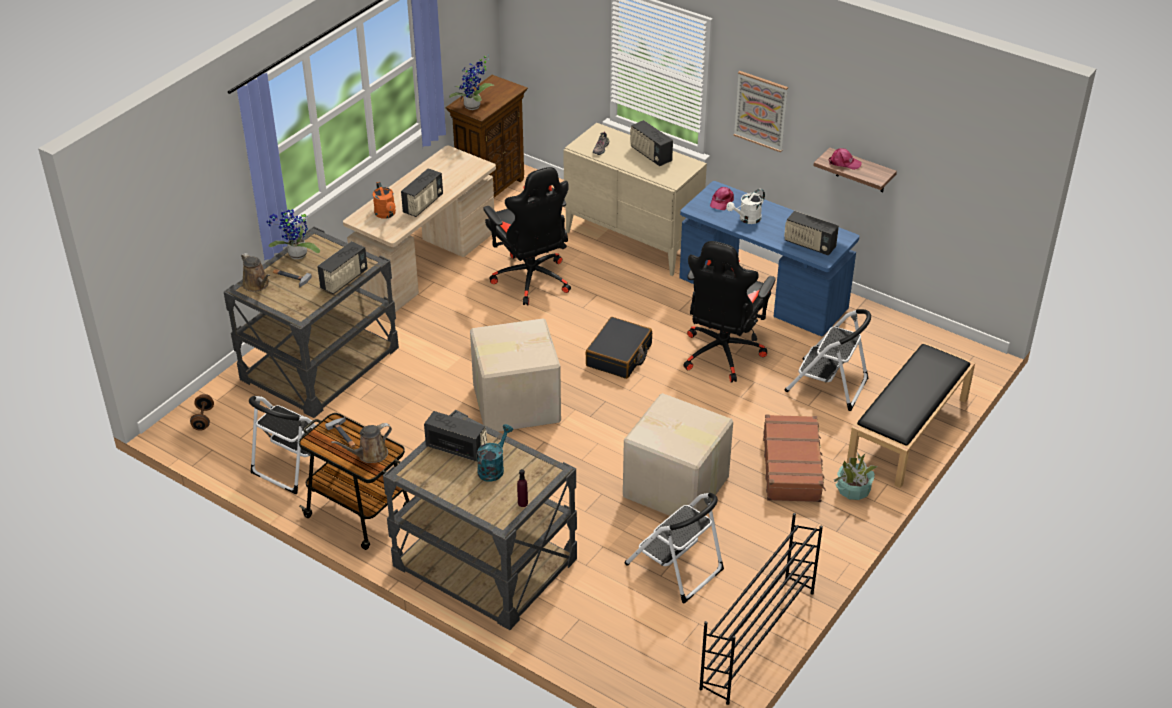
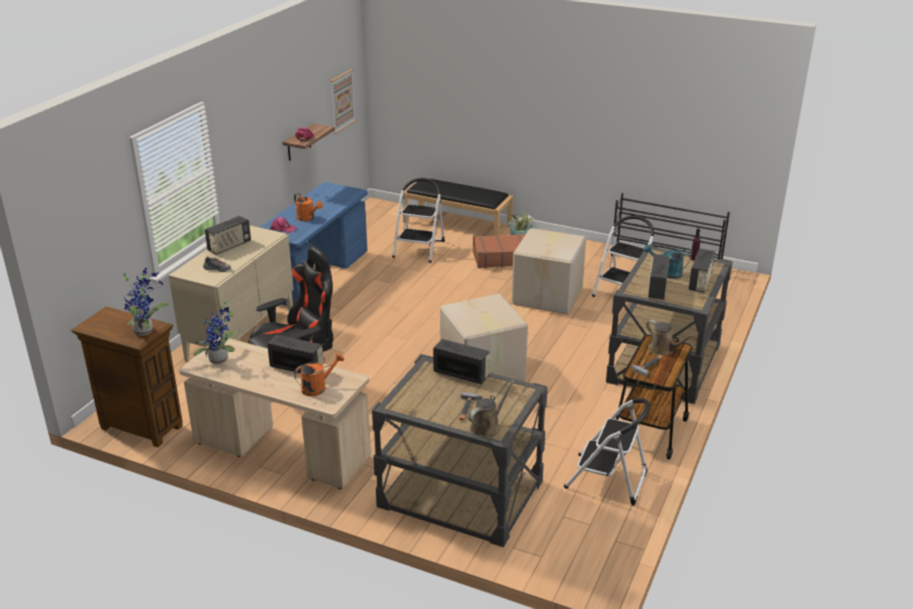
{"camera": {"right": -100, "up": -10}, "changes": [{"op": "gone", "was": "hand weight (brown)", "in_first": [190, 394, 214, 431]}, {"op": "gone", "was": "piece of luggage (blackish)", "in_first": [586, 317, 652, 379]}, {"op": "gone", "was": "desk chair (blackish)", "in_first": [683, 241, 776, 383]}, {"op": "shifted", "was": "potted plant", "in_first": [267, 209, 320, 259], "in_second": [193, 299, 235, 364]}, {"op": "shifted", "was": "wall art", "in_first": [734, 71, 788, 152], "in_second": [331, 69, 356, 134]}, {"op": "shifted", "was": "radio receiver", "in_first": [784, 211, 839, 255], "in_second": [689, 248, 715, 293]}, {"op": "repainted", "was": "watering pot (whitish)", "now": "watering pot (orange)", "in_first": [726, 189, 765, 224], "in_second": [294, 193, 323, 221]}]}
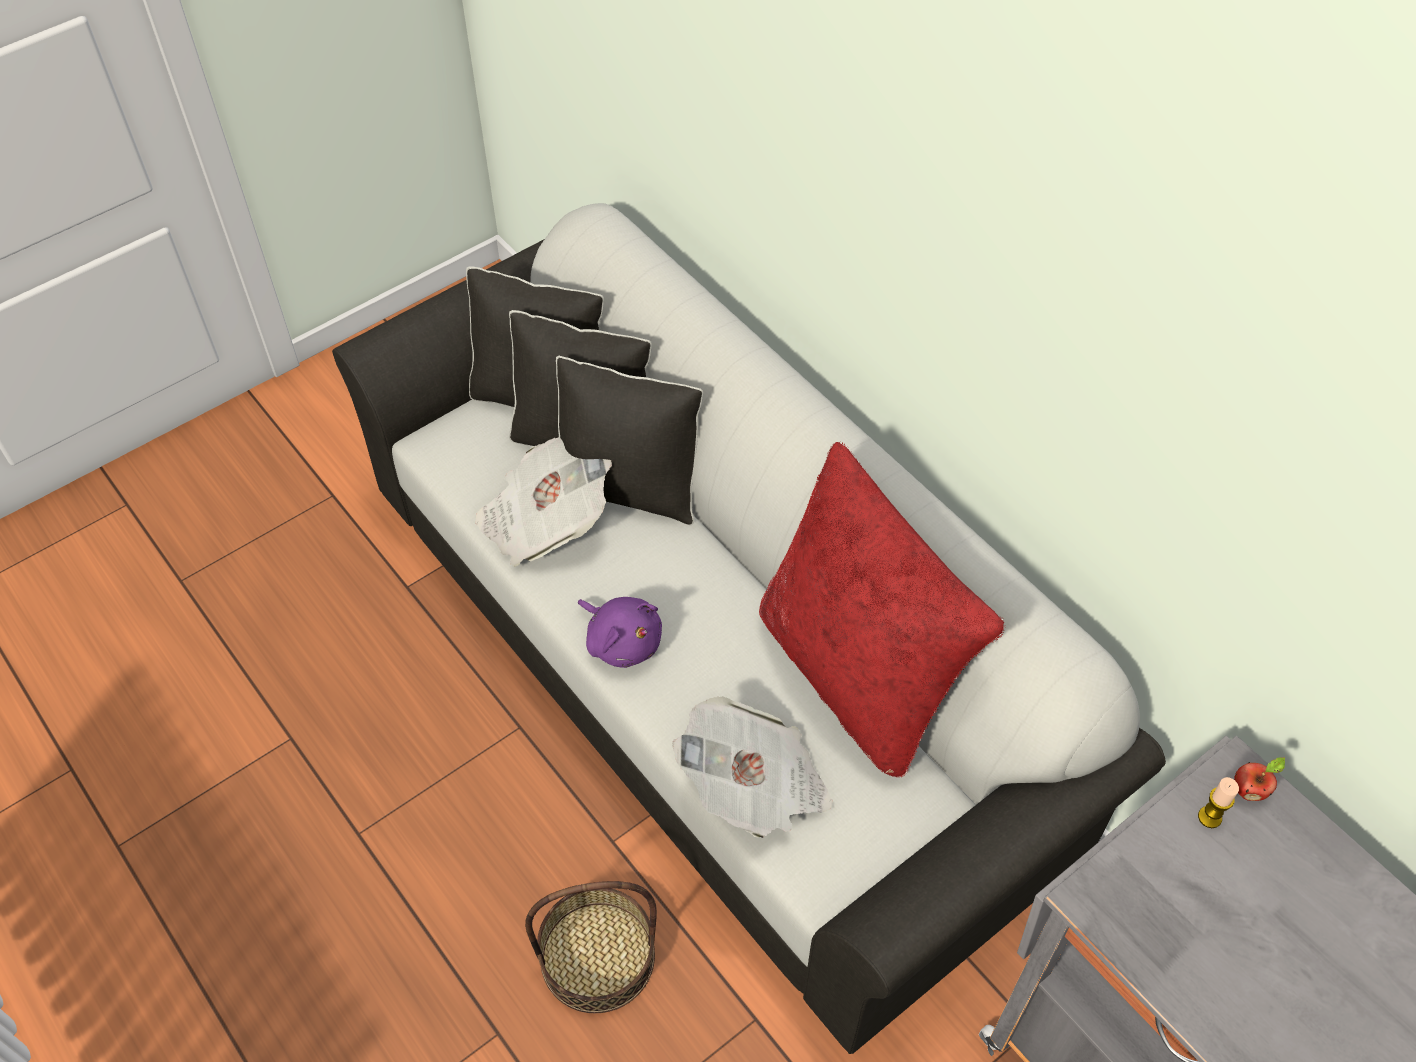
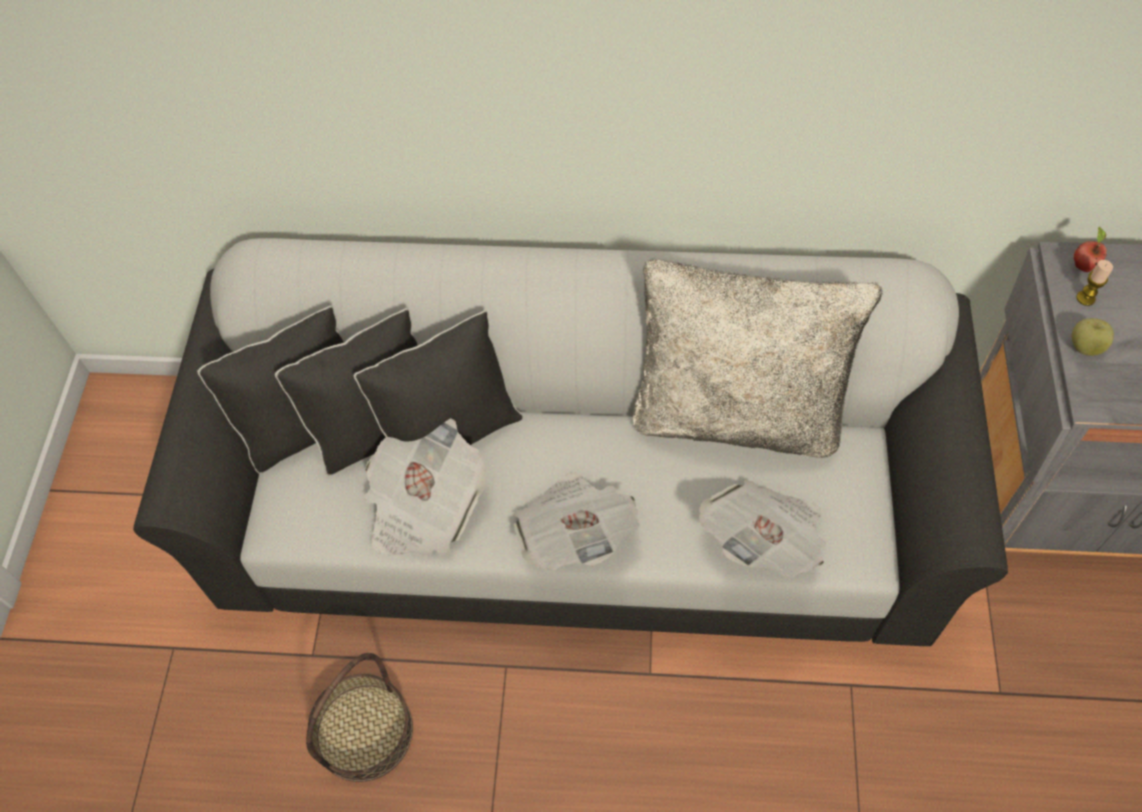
{"camera": {"right": -45, "up": 5}, "changes": [{"op": "new", "now": "apple fruit", "in_second": [1072, 318, 1114, 356]}, {"op": "shifted", "was": "household basket", "in_first": [525, 881, 657, 1013], "in_second": [306, 653, 413, 782]}, {"op": "swapped", "was": "plush toy (purple)", "now": "printed paper", "in_first": [578, 597, 662, 668], "in_second": [513, 473, 640, 570]}, {"op": "repainted", "was": "pillow (reddish)", "now": "pillow (sand-coloured)", "in_first": [759, 442, 1005, 778], "in_second": [633, 259, 883, 458]}]}
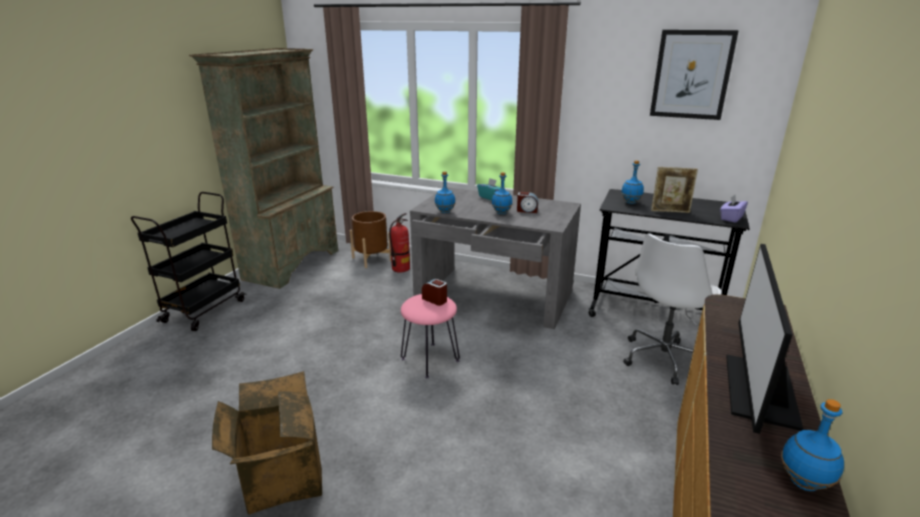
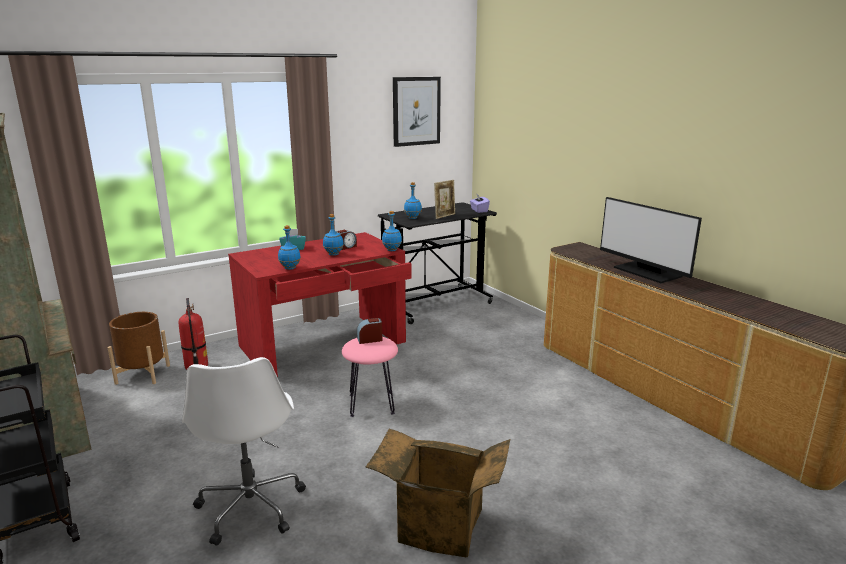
{"camera": {"right": -55, "up": -5}, "changes": [{"op": "shifted", "was": "desk chair (whitish)", "in_first": [623, 233, 722, 385], "in_second": [182, 357, 306, 545]}, {"op": "shifted", "was": "bottle (blue-coloured)", "in_first": [781, 399, 844, 491], "in_second": [382, 211, 402, 251]}, {"op": "repainted", "was": "desk (greyish)", "now": "desk (reddish)", "in_first": [410, 187, 581, 329], "in_second": [228, 232, 412, 377]}]}
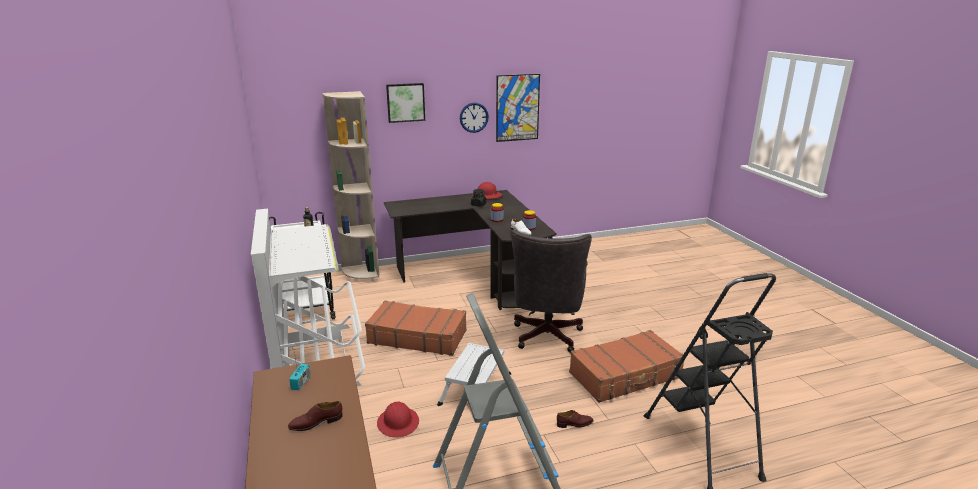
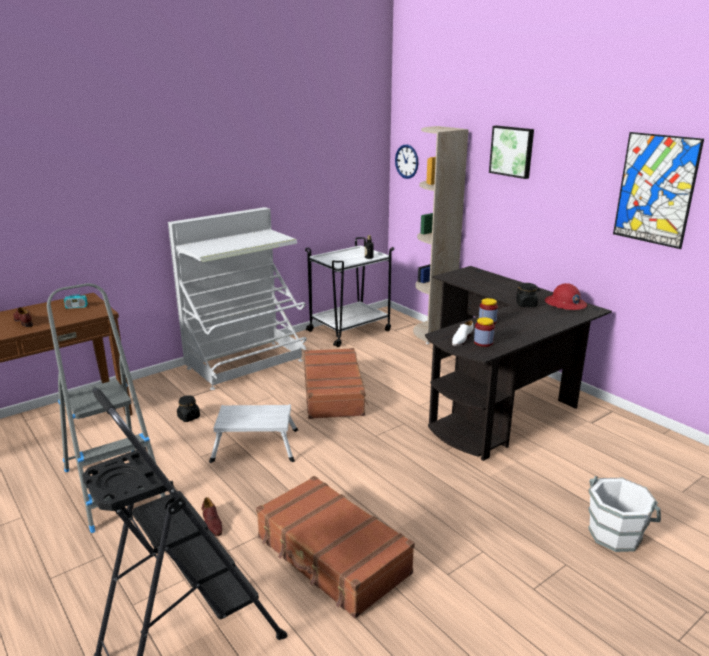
{"camera": {"right": 70, "up": 0}, "changes": [{"op": "gone", "was": "desk chair (greyish)", "in_first": [511, 230, 592, 353]}, {"op": "new", "now": "pail (whitish)", "in_second": [588, 476, 661, 552]}, {"op": "shifted", "was": "clock on the wall", "in_first": [460, 103, 489, 133], "in_second": [395, 144, 419, 179]}, {"op": "swapped", "was": "work helmet (reddish)", "now": "jar (blackish)", "in_first": [377, 402, 419, 437], "in_second": [177, 395, 200, 422]}]}
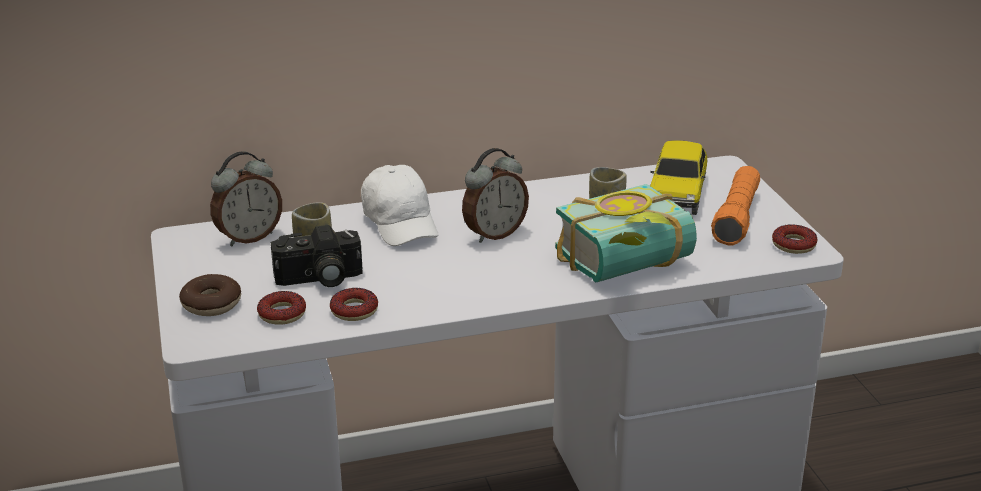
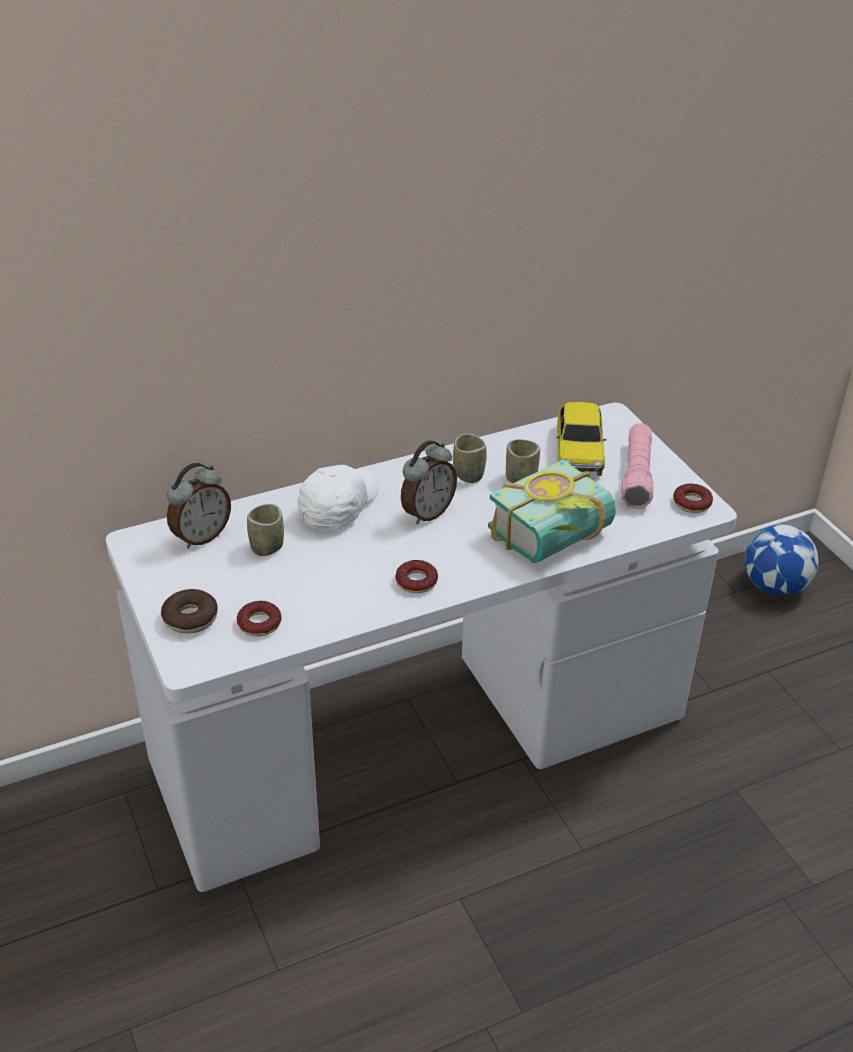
{"camera": {"right": -10, "up": 10}, "changes": [{"op": "gone", "was": "still camera", "in_first": [271, 225, 363, 287]}, {"op": "new", "now": "small cup", "in_second": [453, 434, 487, 483]}, {"op": "new", "now": "football", "in_second": [745, 524, 818, 596]}, {"op": "shifted", "was": "doughnut", "in_first": [330, 288, 378, 321], "in_second": [395, 560, 438, 593]}, {"op": "repainted", "was": "flashlight (orange)", "now": "flashlight (pink)", "in_first": [711, 166, 760, 246], "in_second": [621, 423, 654, 509]}, {"op": "rotated", "was": "baseball cap (whitish)", "in_first": [361, 165, 439, 246], "in_second": [298, 465, 379, 530], "clockwise": -120}]}
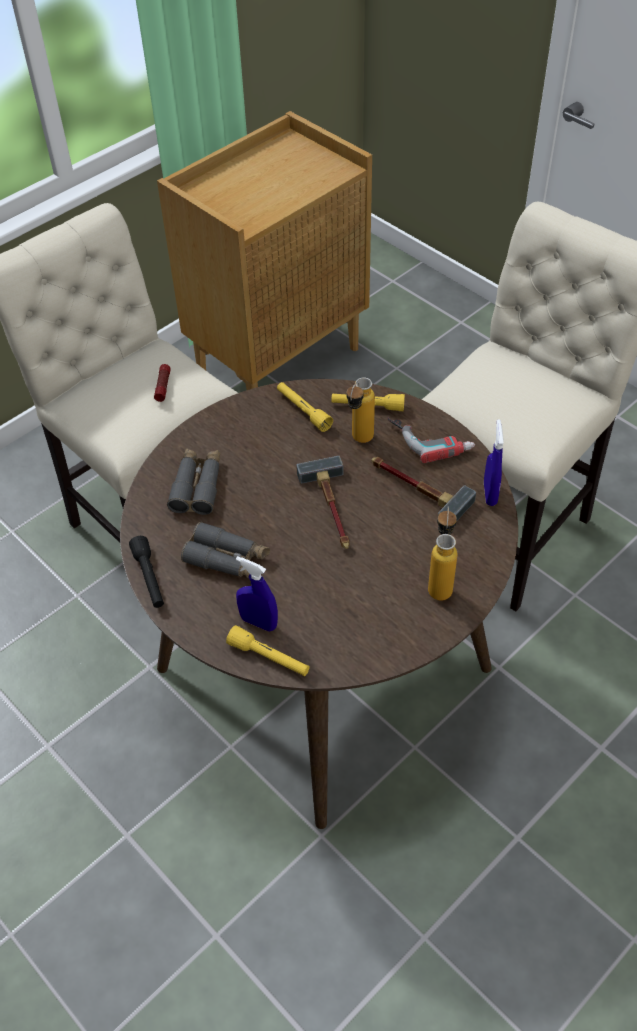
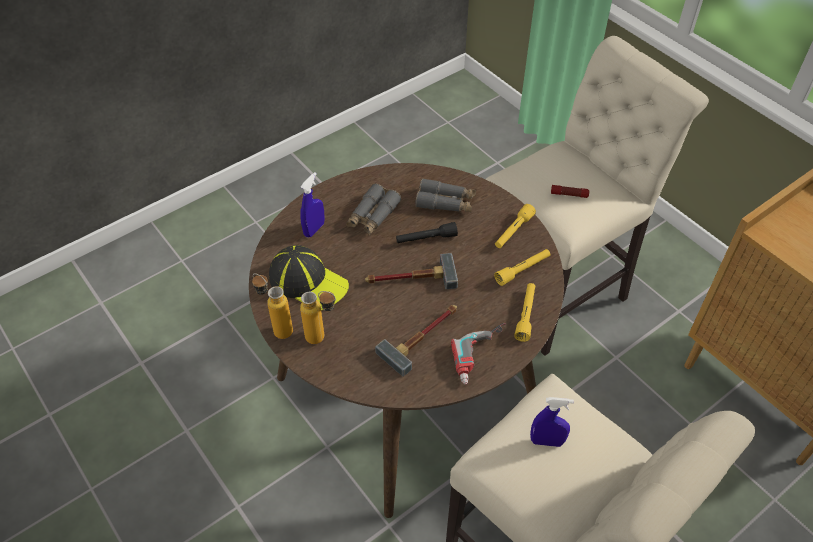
{"camera": {"right": 95, "up": 0}, "changes": [{"op": "new", "now": "baseball cap", "in_second": [269, 245, 349, 311]}, {"op": "shifted", "was": "flashlight (blackish)", "in_first": [129, 536, 164, 608], "in_second": [396, 222, 458, 243]}, {"op": "shifted", "was": "flashlight (yellow-coloured)", "in_first": [226, 625, 310, 676], "in_second": [495, 204, 536, 248]}, {"op": "shifted", "was": "bottle", "in_first": [346, 378, 375, 443], "in_second": [252, 273, 293, 339]}, {"op": "shifted", "was": "hand sprayer (blue-coloured)", "in_first": [484, 419, 504, 506], "in_second": [530, 397, 574, 447]}]}
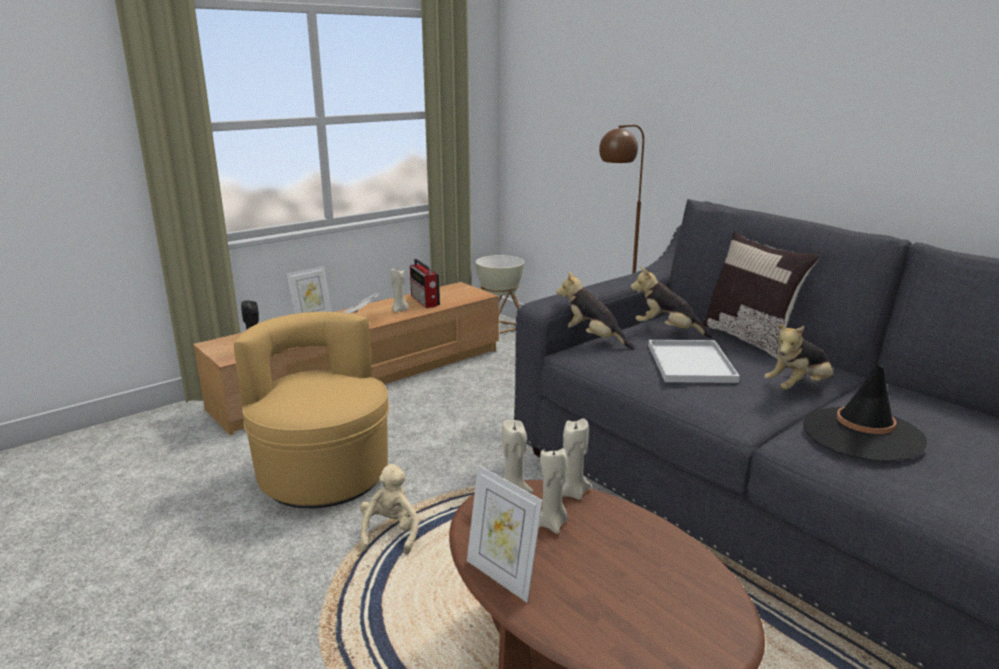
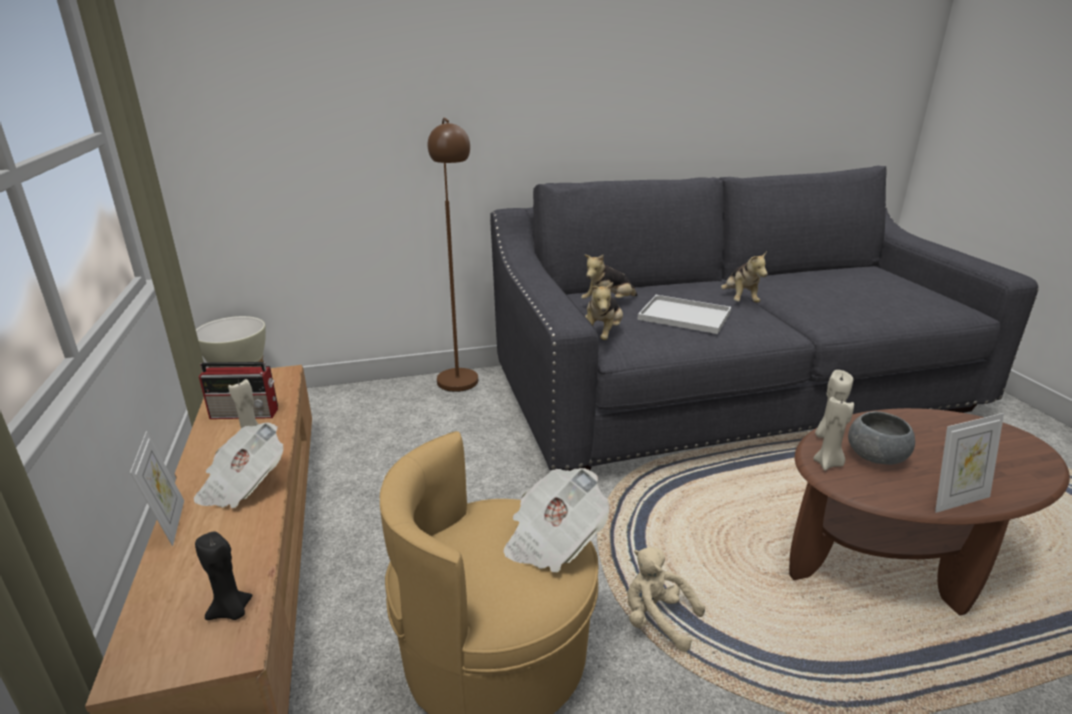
{"camera": {"right": -65, "up": 5}, "changes": [{"op": "gone", "was": "pillow", "in_first": [703, 232, 820, 359]}, {"op": "gone", "was": "wearable hat (blackish)", "in_first": [803, 365, 927, 461]}, {"op": "new", "now": "printed paper", "in_second": [503, 468, 609, 572]}, {"op": "swapped", "was": "wax candle (sand-coloured)", "now": "serving bowl (greyish)", "in_first": [539, 448, 568, 534], "in_second": [848, 411, 915, 465]}, {"op": "rotated", "was": "plush toy", "in_first": [556, 271, 635, 349], "in_second": [585, 282, 623, 340], "clockwise": -45}]}
